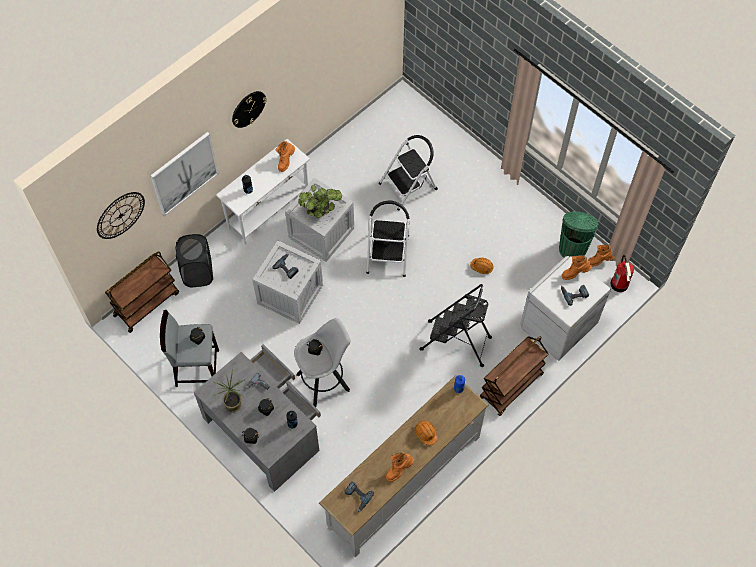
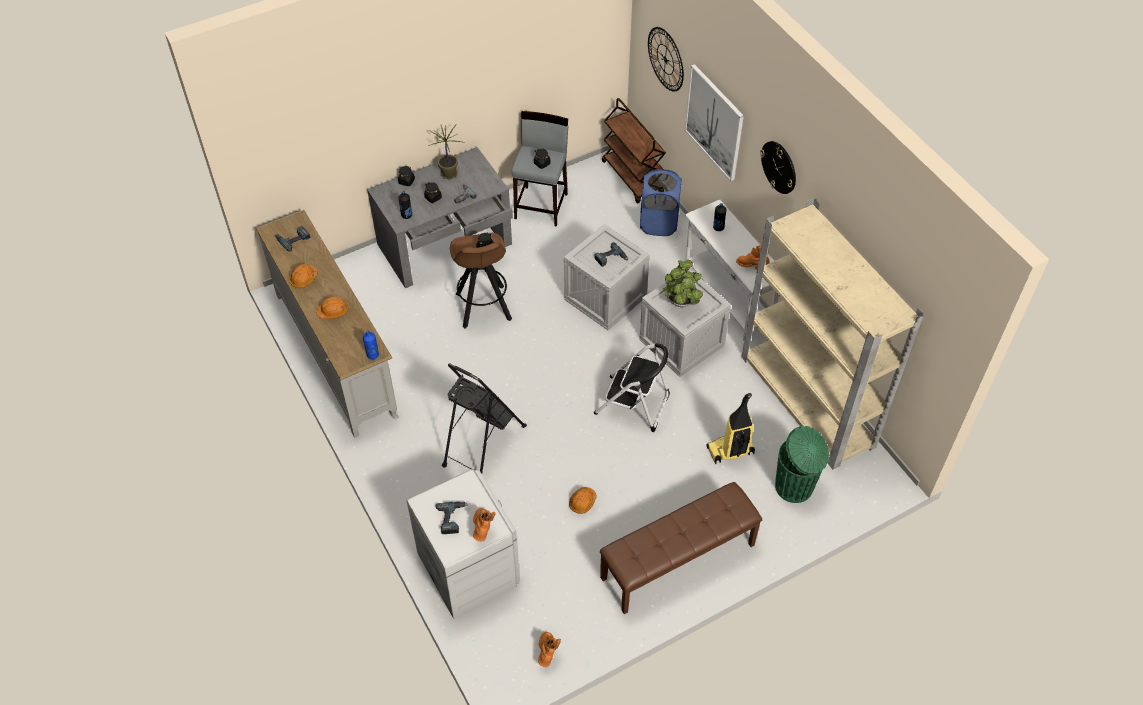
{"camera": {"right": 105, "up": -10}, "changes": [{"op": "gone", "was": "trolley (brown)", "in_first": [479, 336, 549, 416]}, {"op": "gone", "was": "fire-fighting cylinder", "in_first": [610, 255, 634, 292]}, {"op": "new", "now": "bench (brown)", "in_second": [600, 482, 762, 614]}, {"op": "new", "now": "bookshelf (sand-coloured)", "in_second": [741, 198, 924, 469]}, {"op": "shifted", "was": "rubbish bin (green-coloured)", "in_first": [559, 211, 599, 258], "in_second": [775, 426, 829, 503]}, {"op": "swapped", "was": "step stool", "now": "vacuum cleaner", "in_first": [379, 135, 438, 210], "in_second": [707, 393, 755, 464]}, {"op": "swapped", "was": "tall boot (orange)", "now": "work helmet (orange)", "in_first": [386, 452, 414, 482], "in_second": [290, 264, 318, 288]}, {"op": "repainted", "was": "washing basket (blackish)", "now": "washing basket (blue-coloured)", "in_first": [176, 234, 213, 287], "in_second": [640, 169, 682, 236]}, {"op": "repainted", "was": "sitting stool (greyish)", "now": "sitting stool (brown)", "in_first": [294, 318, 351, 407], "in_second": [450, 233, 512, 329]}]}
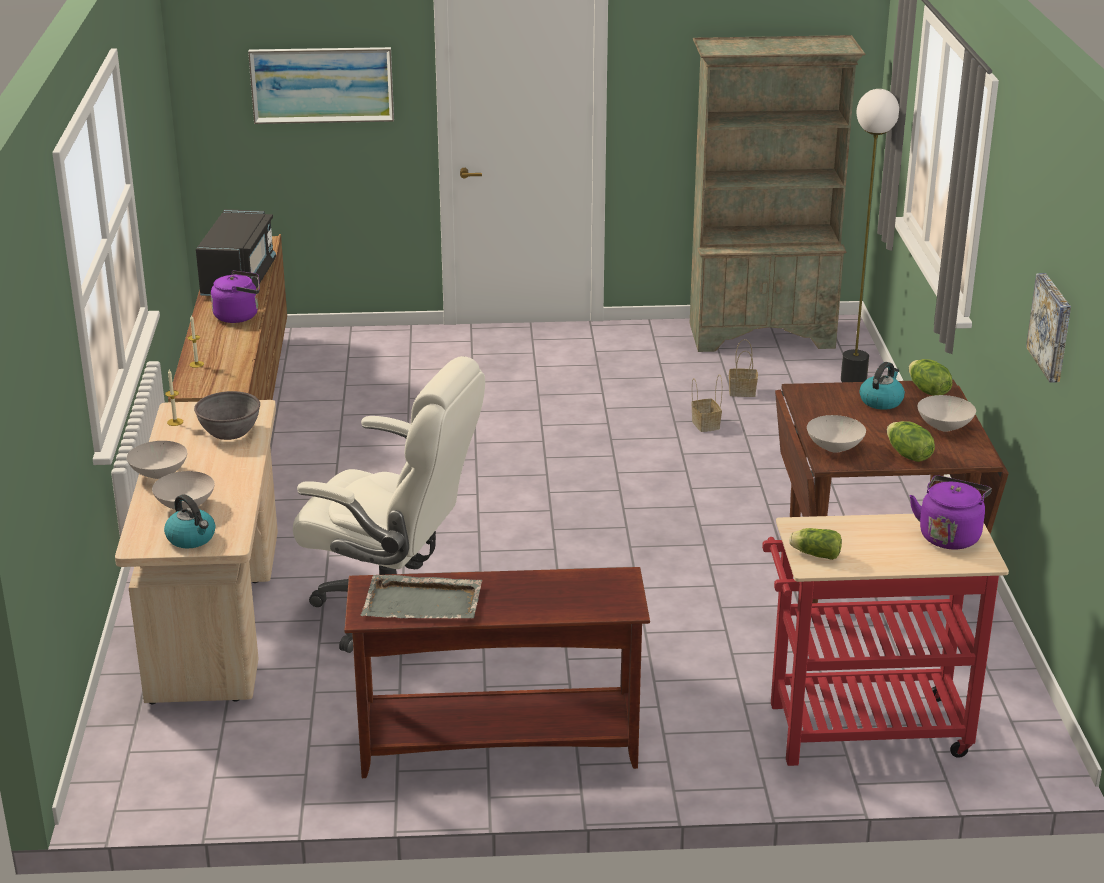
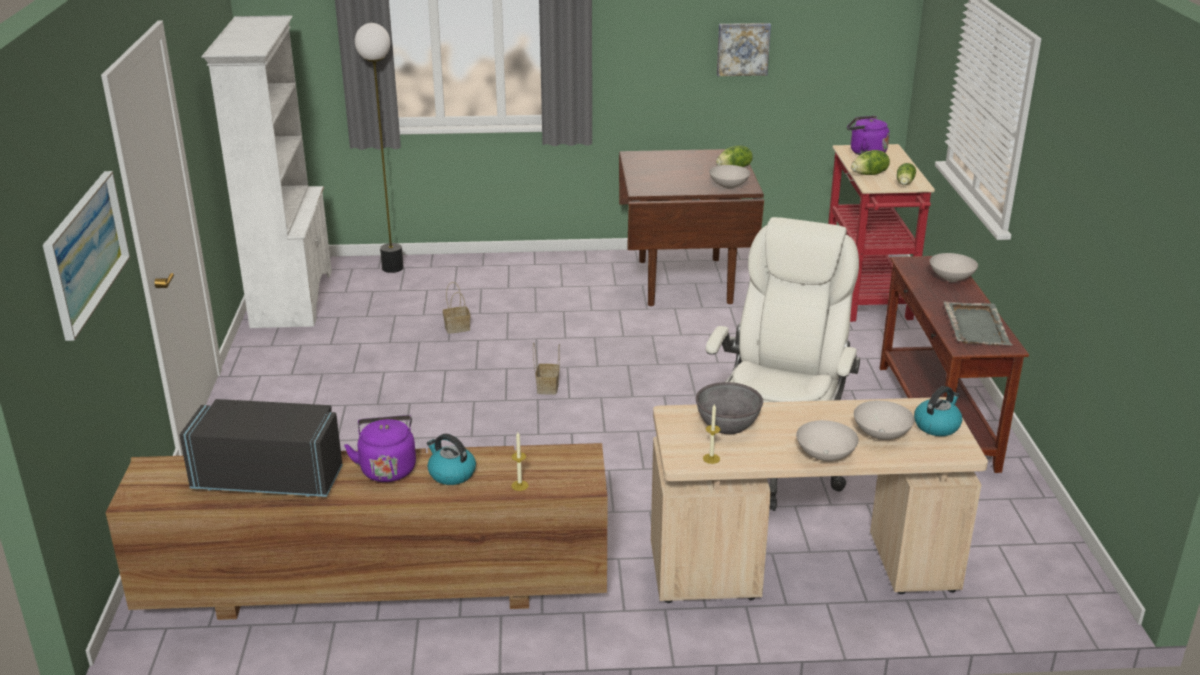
{"camera": {"right": -90, "up": 0}, "changes": [{"op": "shifted", "was": "household basket", "in_first": [729, 339, 758, 397], "in_second": [533, 343, 560, 395]}, {"op": "shifted", "was": "tea kettle", "in_first": [860, 362, 905, 410], "in_second": [427, 434, 476, 485]}, {"op": "shifted", "was": "head of lettuce", "in_first": [909, 359, 953, 396], "in_second": [851, 150, 890, 175]}, {"op": "shifted", "was": "serving bowl (whitish)", "in_first": [918, 395, 976, 432], "in_second": [930, 253, 978, 282]}, {"op": "repainted", "was": "bookshelf (green-coloured)", "now": "bookshelf (whitish)", "in_first": [690, 35, 866, 352], "in_second": [201, 15, 332, 328]}]}
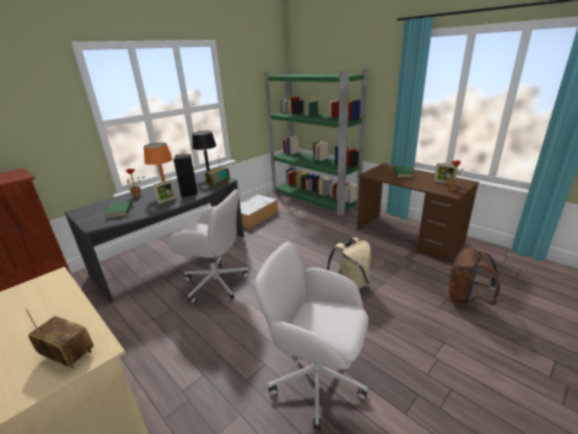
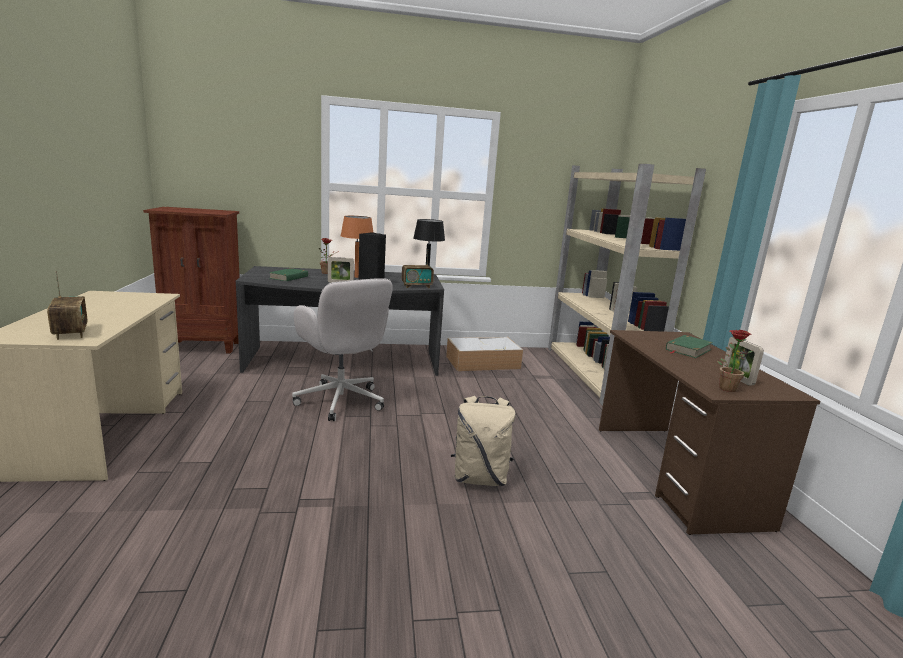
{"camera": {"right": 35, "up": -10}, "changes": [{"op": "gone", "was": "desk chair (whitish)", "in_first": [254, 242, 368, 430]}, {"op": "gone", "was": "knapsack (brown)", "in_first": [449, 247, 500, 309]}, {"op": "repainted", "was": "bookshelf (green-coloured)", "now": "bookshelf (sand-coloured)", "in_first": [264, 69, 368, 216], "in_second": [548, 164, 706, 406]}]}
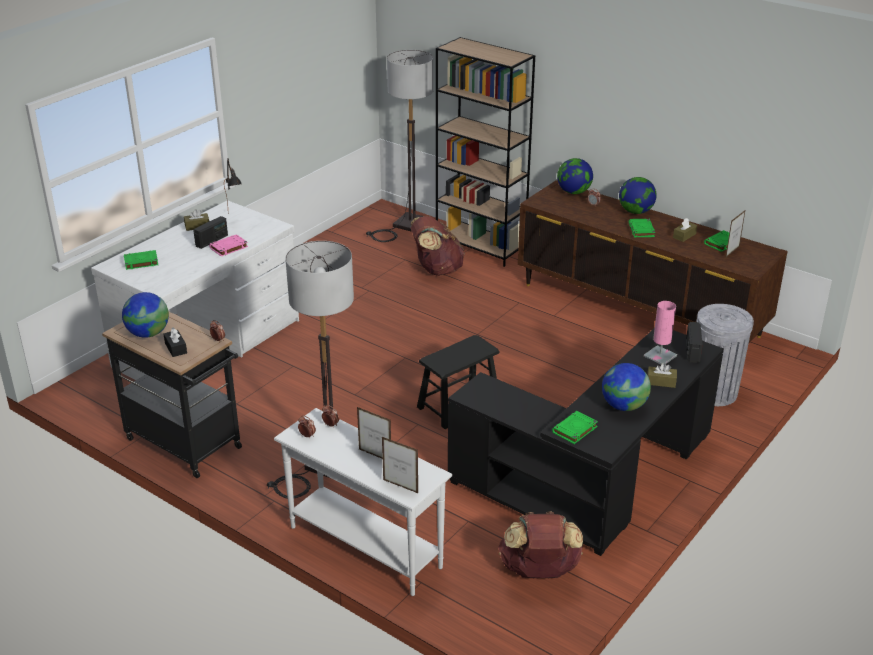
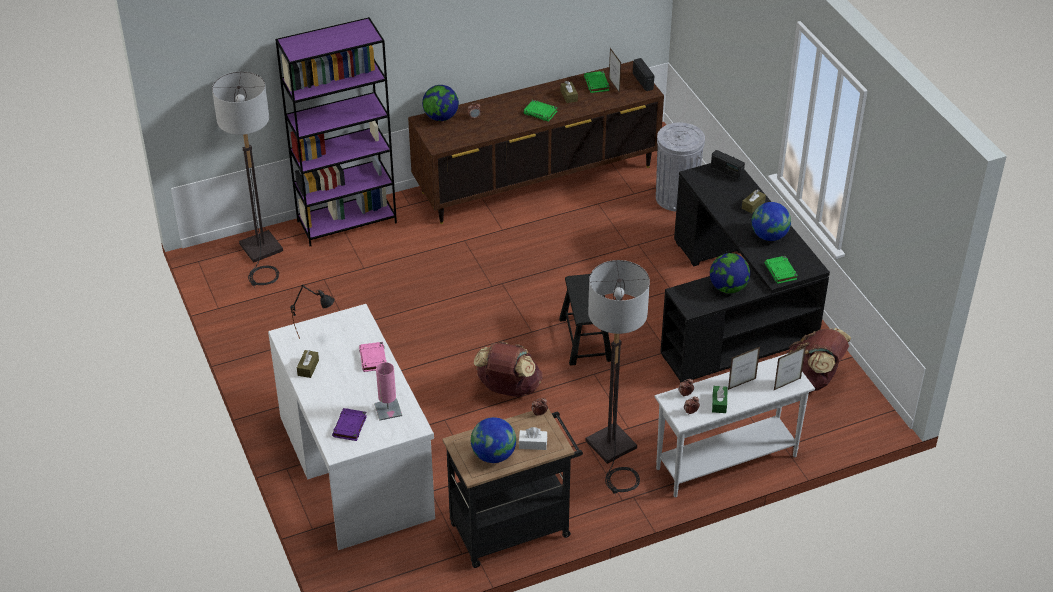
{"camera": {"right": -60, "up": 10}, "changes": [{"op": "new", "now": "box of tissues (green-coloured)", "in_second": [712, 385, 728, 413]}, {"op": "shifted", "was": "radio receiver", "in_first": [193, 216, 228, 249], "in_second": [633, 58, 654, 91]}, {"op": "shifted", "was": "knapsack (brown)", "in_first": [411, 216, 465, 276], "in_second": [474, 341, 543, 397]}, {"op": "shifted", "was": "desk globe", "in_first": [619, 177, 657, 214], "in_second": [710, 253, 750, 293]}, {"op": "shifted", "was": "lamp for a table (pink)", "in_first": [644, 301, 677, 365], "in_second": [374, 362, 402, 421]}, {"op": "repainted", "was": "volume (green-coloured)", "now": "volume (purple)", "in_first": [124, 250, 158, 270], "in_second": [332, 408, 367, 441]}, {"op": "repainted", "was": "box of tissues (blackish)", "now": "box of tissues (whitish)", "in_first": [164, 327, 187, 357], "in_second": [519, 427, 547, 450]}, {"op": "repainted", "was": "bookshelf (sand-coloured)", "now": "bookshelf (purple)", "in_first": [436, 37, 535, 267], "in_second": [275, 17, 397, 246]}]}
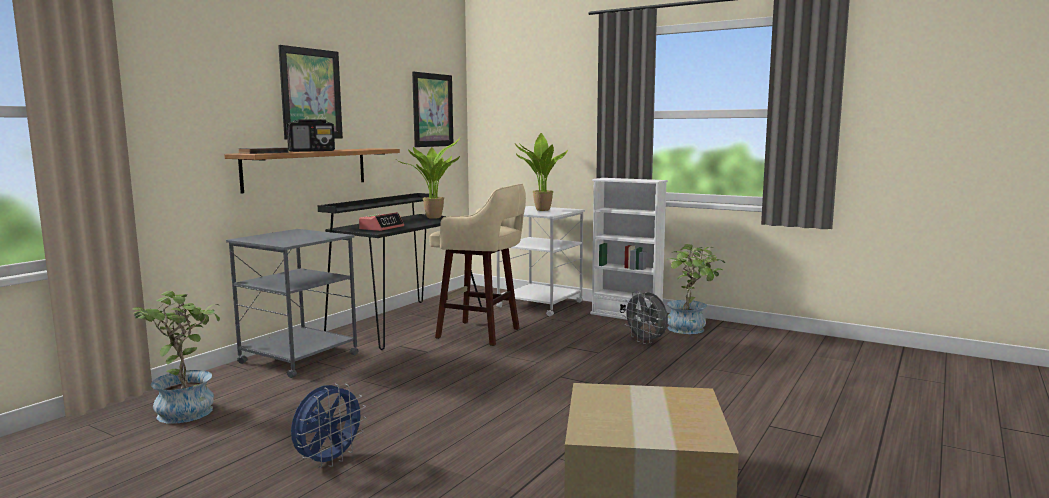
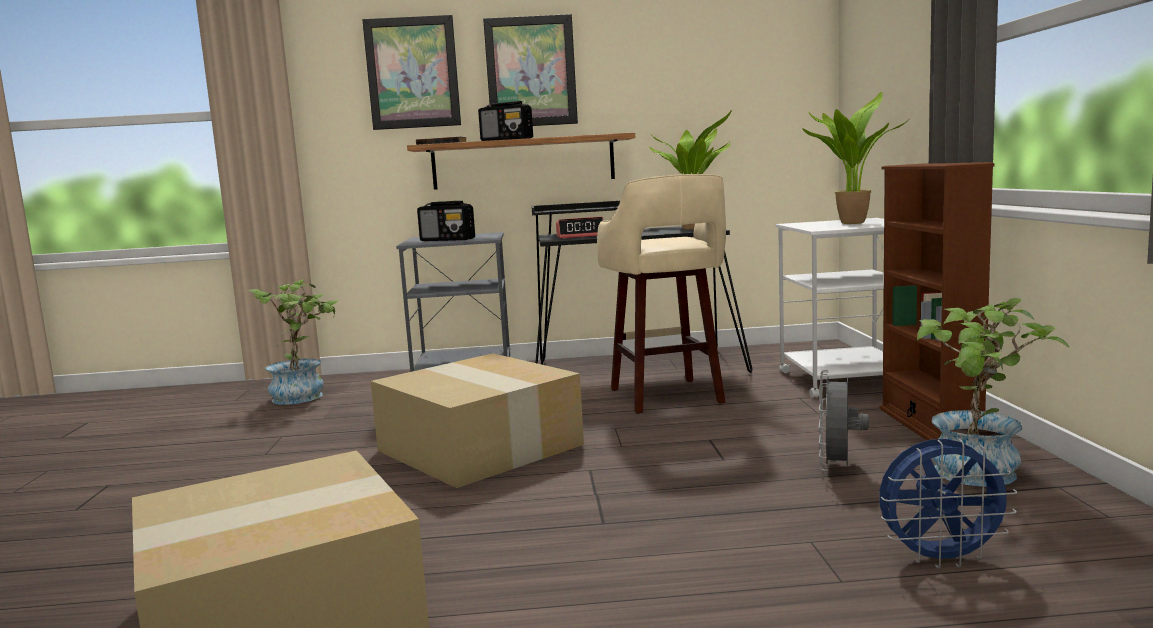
{"camera": {"right": 55, "up": 0}, "changes": [{"op": "new", "now": "cardboard box", "in_second": [371, 353, 584, 488]}, {"op": "new", "now": "radio receiver", "in_second": [417, 201, 475, 241]}, {"op": "shifted", "was": "cooling fan (blue-coloured)", "in_first": [291, 384, 366, 468], "in_second": [879, 439, 1018, 569]}, {"op": "shifted", "was": "wall art", "in_first": [412, 72, 454, 147], "in_second": [362, 15, 461, 130]}, {"op": "repainted", "was": "bookshelf (whitish)", "now": "bookshelf (brown)", "in_first": [590, 178, 668, 324], "in_second": [880, 162, 995, 440]}]}
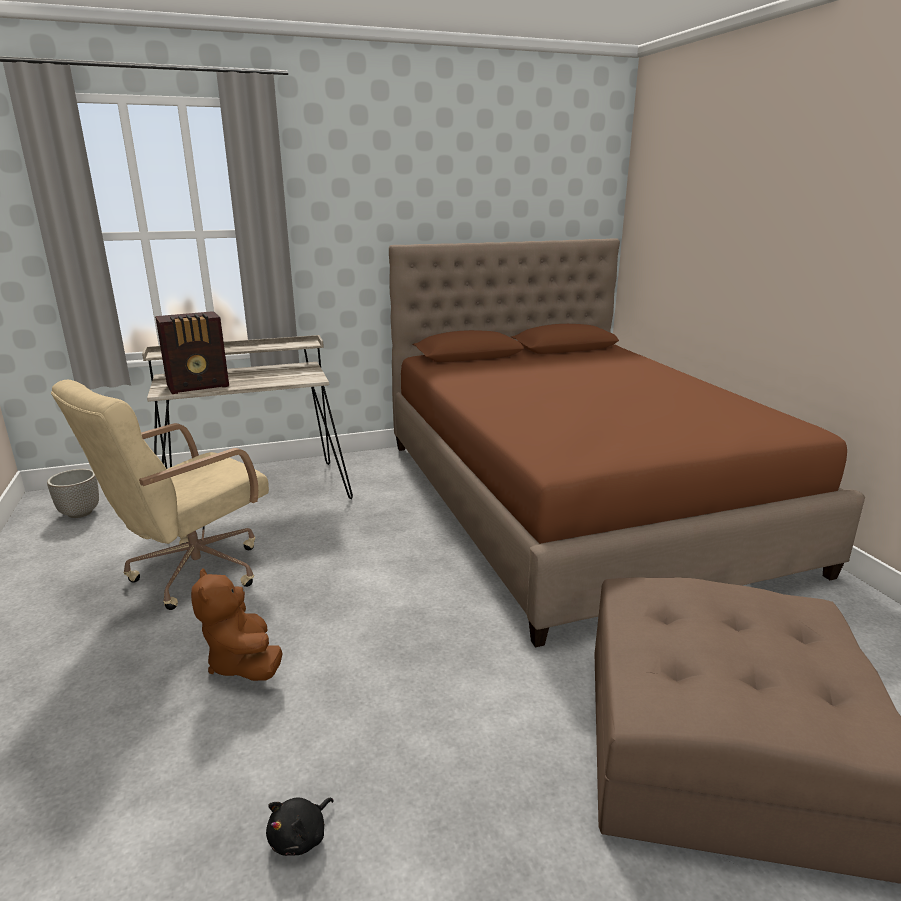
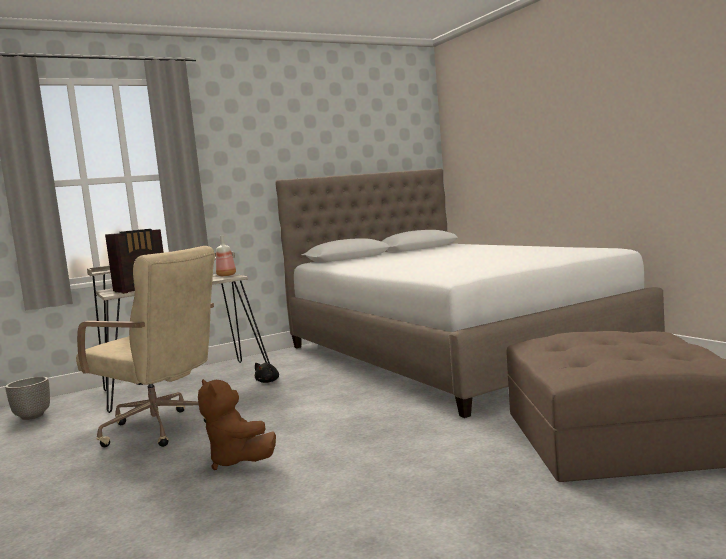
{"camera": {"right": -10, "up": -15}, "changes": [{"op": "new", "now": "bottle", "in_second": [216, 236, 236, 276]}, {"op": "shifted", "was": "plush toy (blackish)", "in_first": [266, 798, 333, 856], "in_second": [255, 363, 279, 383]}, {"op": "repainted", "was": "sleeping bed (brown)", "now": "sleeping bed (whitish)", "in_first": [389, 238, 865, 648], "in_second": [275, 168, 665, 418]}, {"op": "rotated", "was": "desk chair (sand-coloured)", "in_first": [51, 380, 269, 610], "in_second": [76, 246, 215, 447], "clockwise": -90}]}
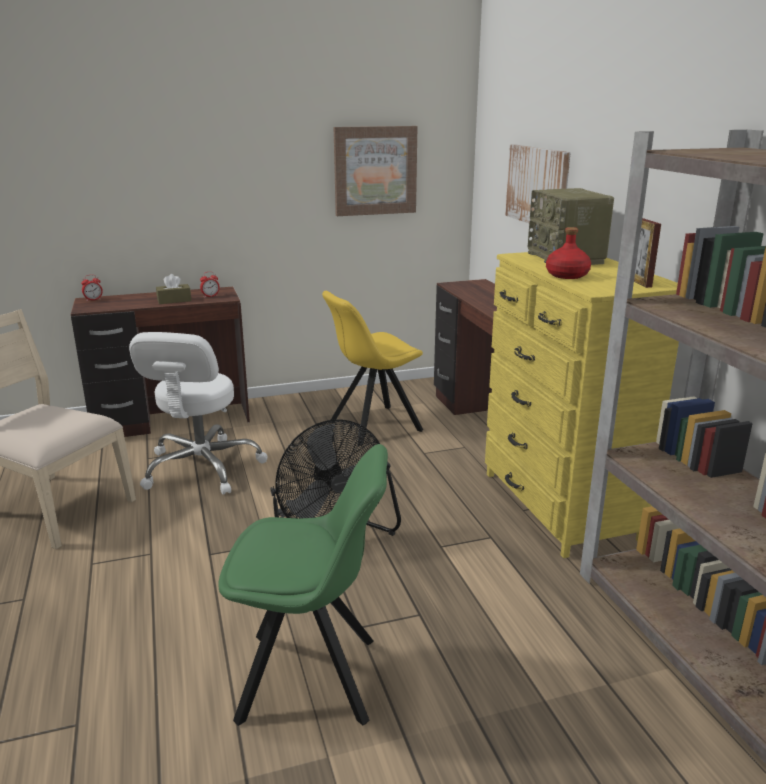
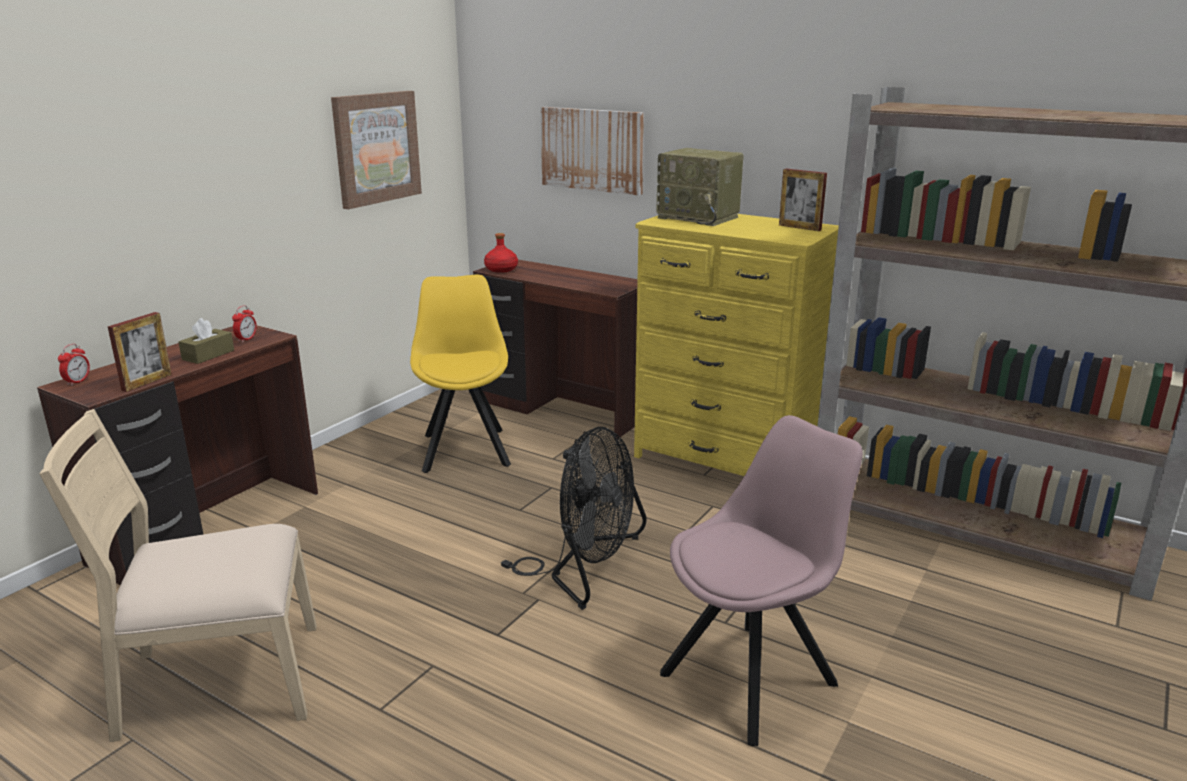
{"camera": {"right": -40, "up": 0}, "changes": [{"op": "gone", "was": "desk chair (whitish)", "in_first": [129, 332, 268, 495]}, {"op": "new", "now": "picture frame", "in_second": [108, 312, 172, 392]}, {"op": "shifted", "was": "bottle (reddish)", "in_first": [546, 227, 591, 279], "in_second": [484, 233, 518, 273]}, {"op": "repainted", "was": "plain chair (green-coloured)", "now": "plain chair (pink)", "in_first": [218, 444, 388, 726], "in_second": [660, 415, 863, 746]}, {"op": "rotated", "was": "plain chair (yellow-coloured)", "in_first": [322, 291, 423, 446], "in_second": [410, 275, 511, 473], "clockwise": 150}]}
